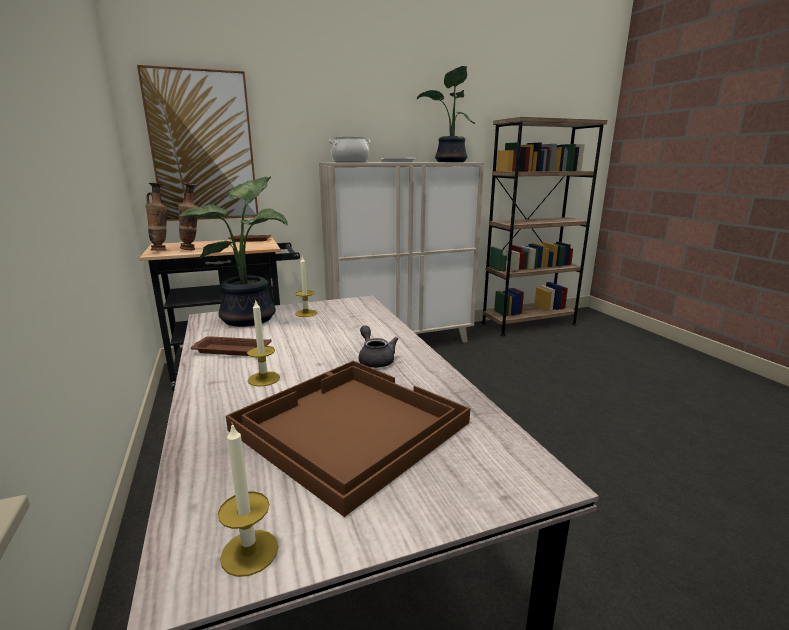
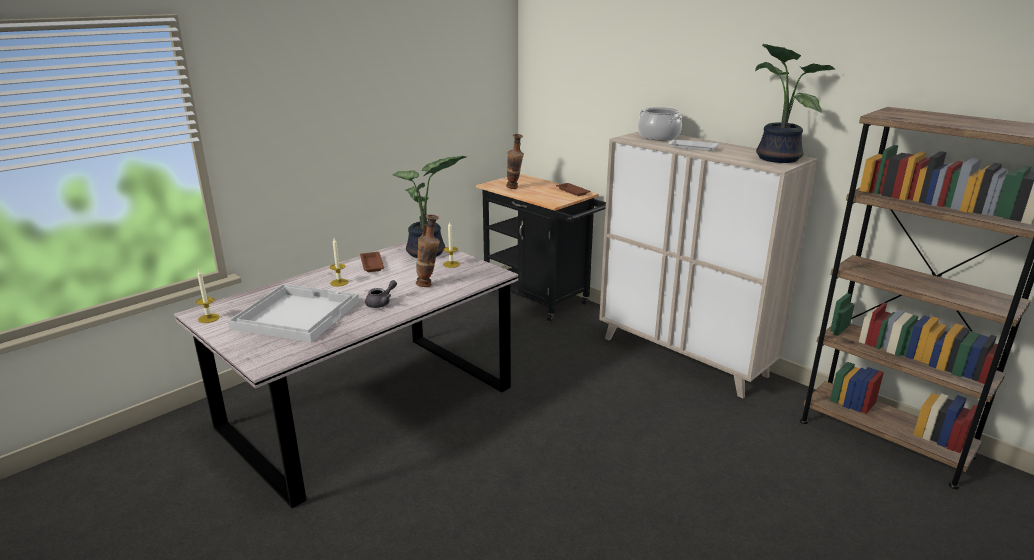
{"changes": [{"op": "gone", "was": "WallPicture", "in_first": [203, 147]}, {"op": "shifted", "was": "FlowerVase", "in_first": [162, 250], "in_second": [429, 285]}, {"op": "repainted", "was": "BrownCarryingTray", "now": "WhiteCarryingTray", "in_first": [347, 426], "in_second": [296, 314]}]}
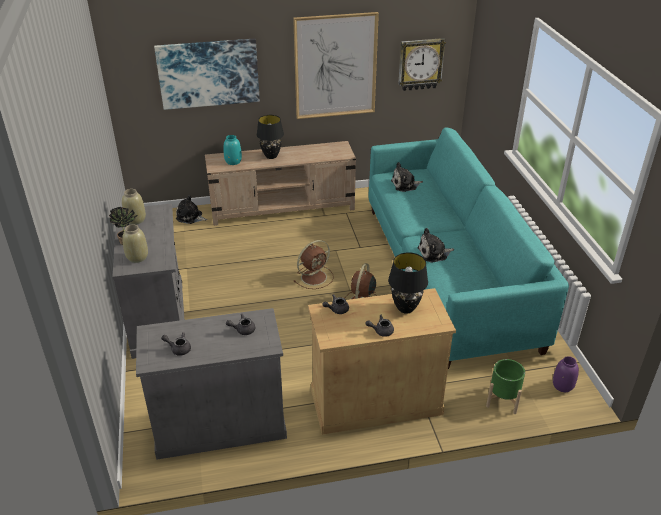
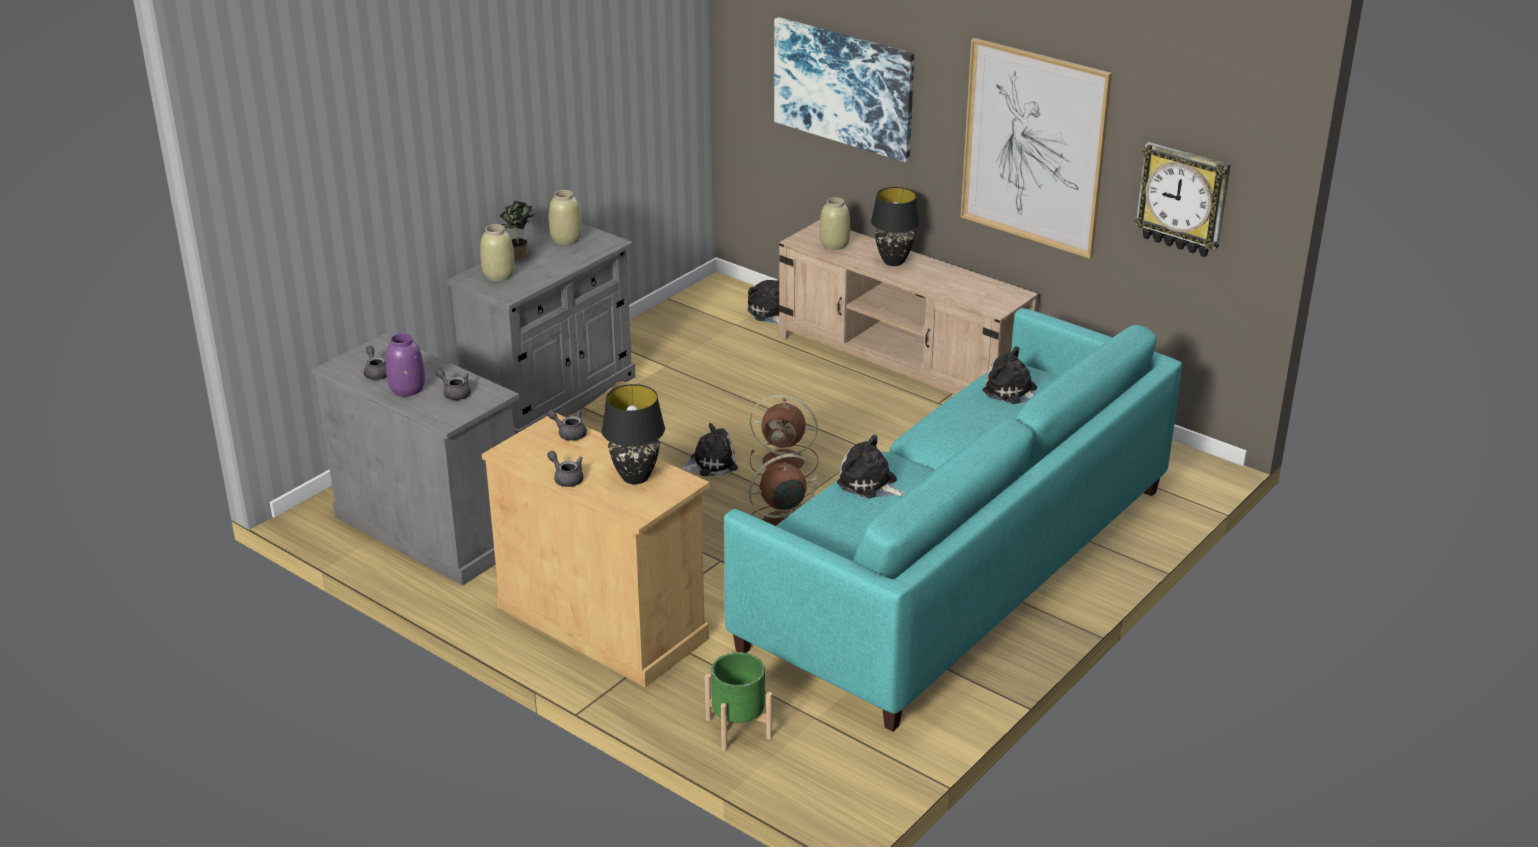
{"changes": [{"op": "new", "now": "CuddlyToy", "in_second": [710, 463]}, {"op": "shifted", "was": "PurplishFlowerVase", "in_first": [563, 386], "in_second": [407, 389]}, {"op": "repainted", "was": "TurquoiseFlowerVase", "now": "BeigeColouredFlowerVase", "in_first": [233, 161], "in_second": [835, 244]}]}
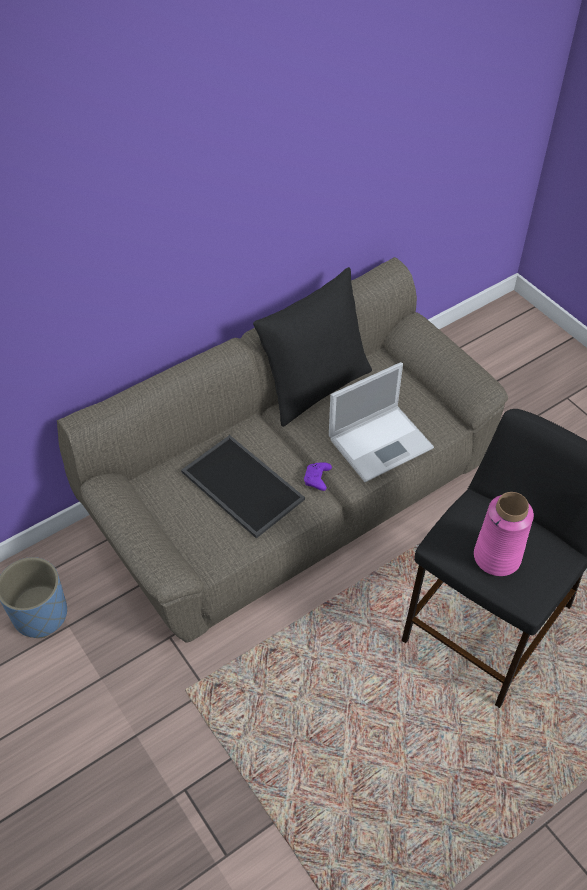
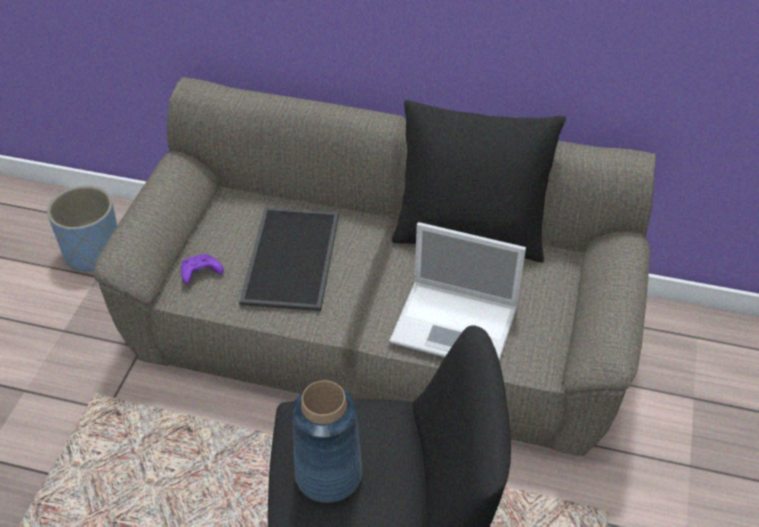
{"changes": [{"op": "shifted", "was": "PurplishGameController", "in_first": [317, 480], "in_second": [200, 273]}, {"op": "repainted", "was": "PinkColouredFlowerVase", "now": "BluishFlowerVase", "in_first": [497, 557], "in_second": [329, 475]}]}
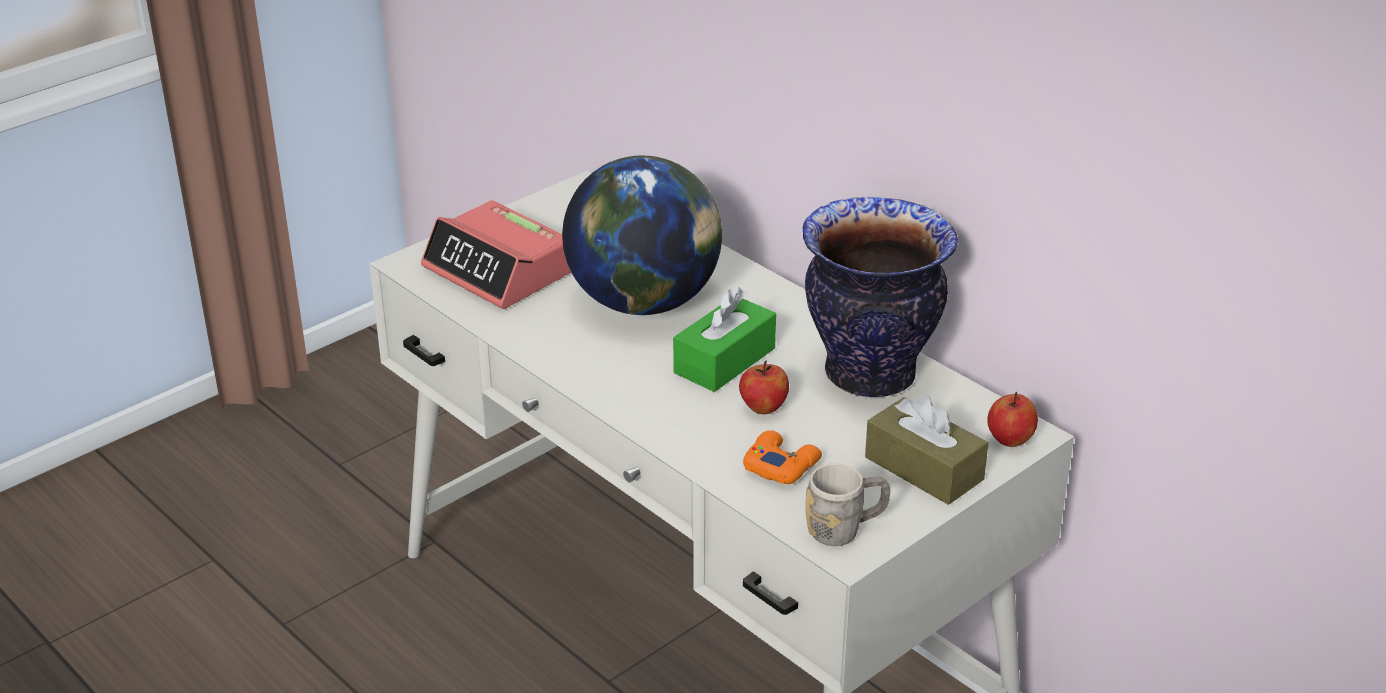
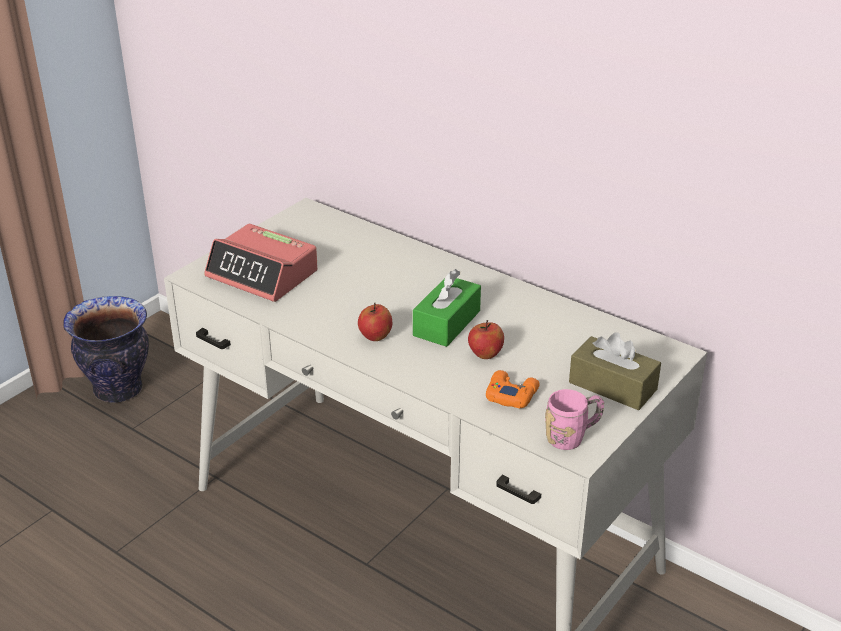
{"changes": [{"op": "gone", "was": "DeskGlobe", "in_first": [644, 302]}, {"op": "shifted", "was": "FlowerVase", "in_first": [871, 375], "in_second": [119, 389]}, {"op": "shifted", "was": "WholeApple", "in_first": [1010, 440], "in_second": [375, 336]}, {"op": "repainted", "was": "GrayCoffeeMug", "now": "PinkColouredCoffeeMug", "in_first": [845, 530], "in_second": [572, 437]}]}
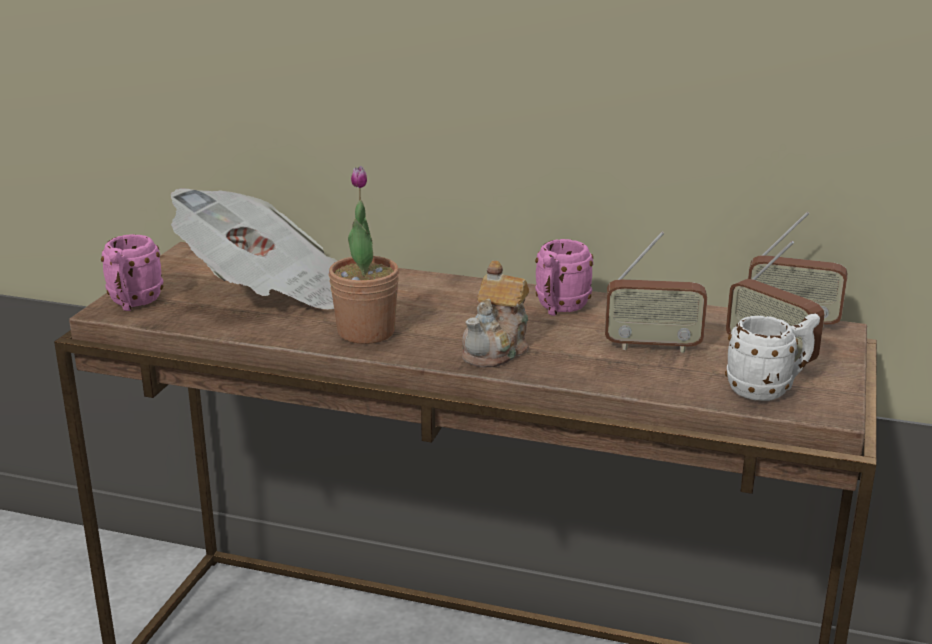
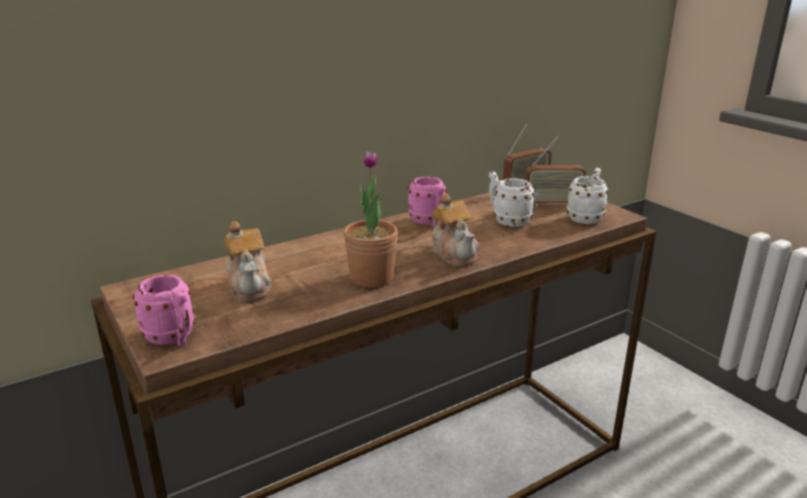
{"changes": [{"op": "swapped", "was": "PrintedPaper", "now": "PotForTea", "in_first": [264, 290], "in_second": [250, 286]}, {"op": "swapped", "was": "Radio", "now": "WhiteCoffeeMug", "in_first": [652, 346], "in_second": [507, 220]}]}
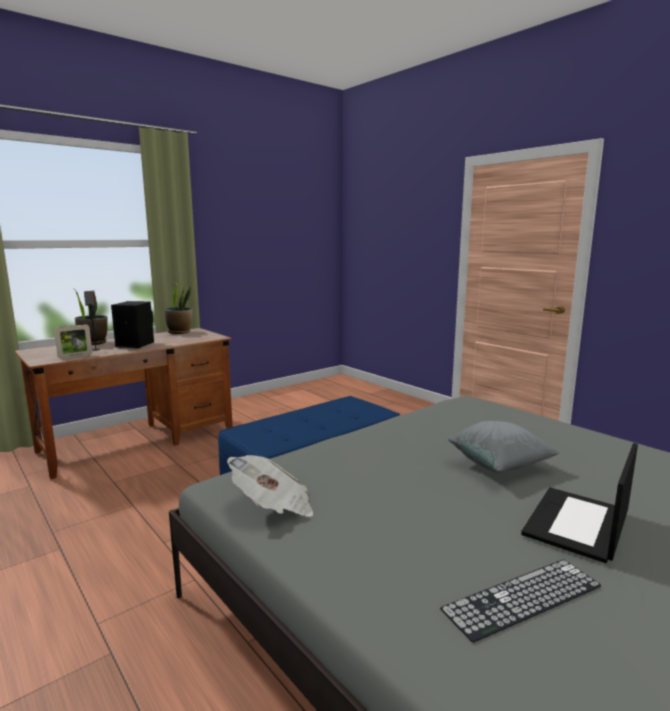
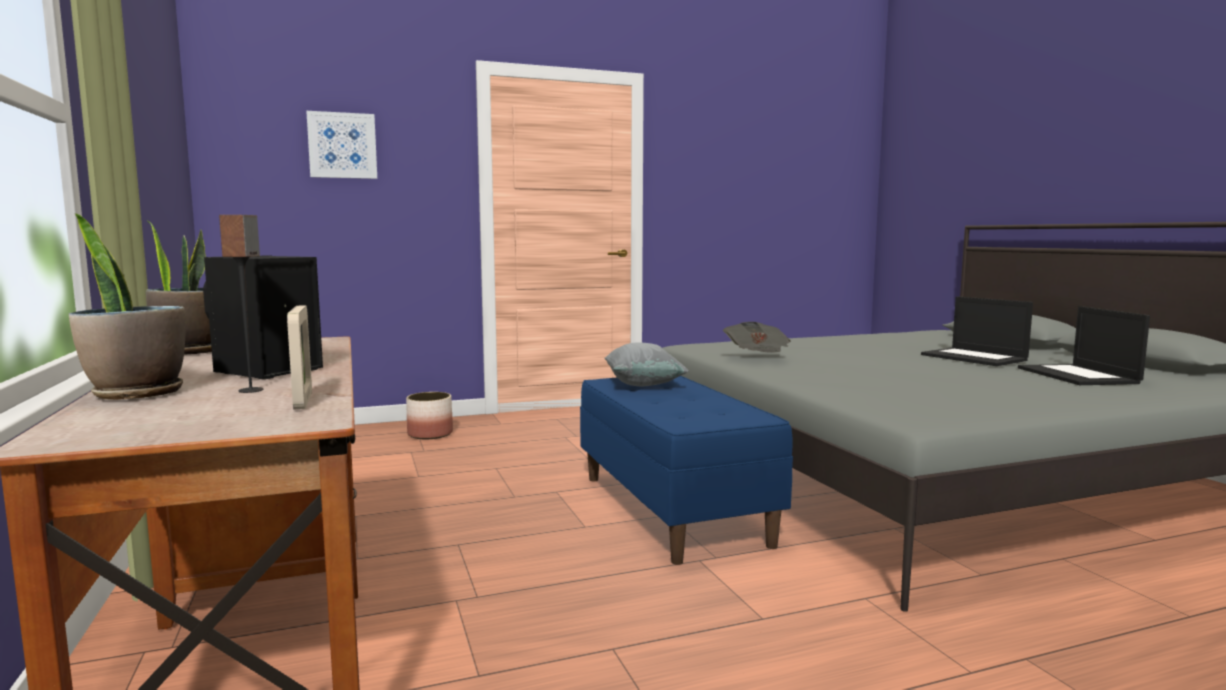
{"changes": [{"op": "new", "now": "WallPicture", "in_second": [342, 145]}, {"op": "new", "now": "PlantPot", "in_second": [430, 434]}, {"op": "shifted", "was": "PrintedPaper", "in_first": [273, 506], "in_second": [757, 356]}, {"op": "shifted", "was": "GrayCushion", "in_first": [499, 466], "in_second": [643, 384]}, {"op": "swapped", "was": "PcKeyboard", "now": "Laptop", "in_first": [523, 598], "in_second": [1079, 376]}]}
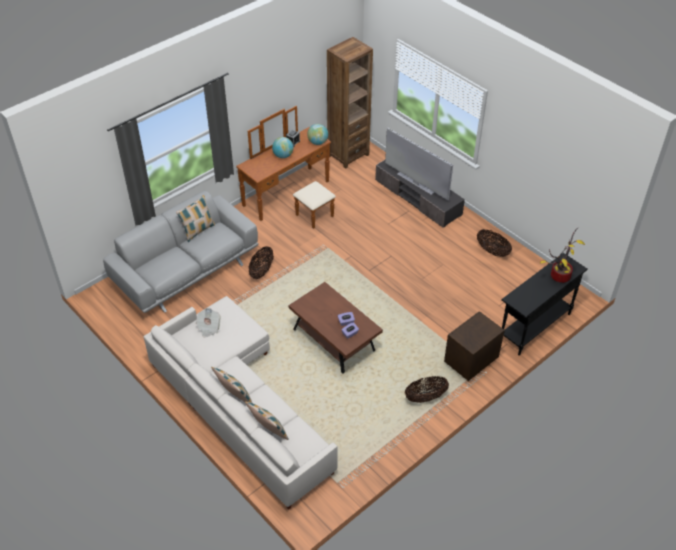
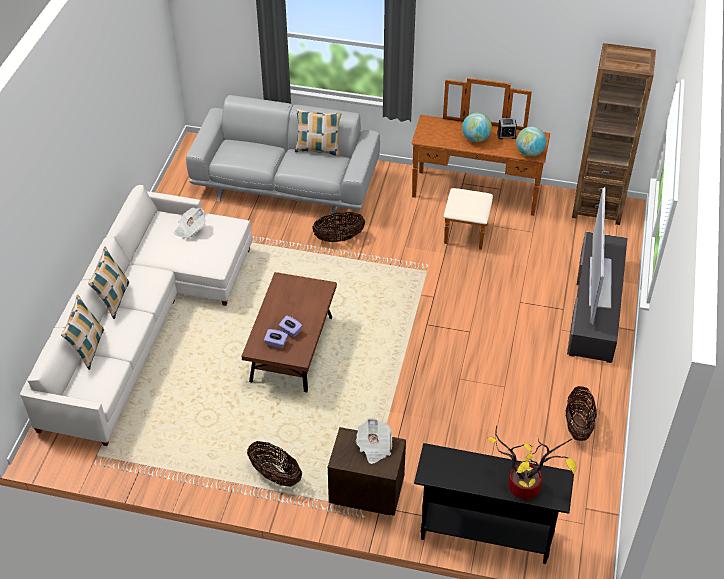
{"changes": [{"op": "new", "now": "PrintedPaper", "in_second": [374, 447]}]}
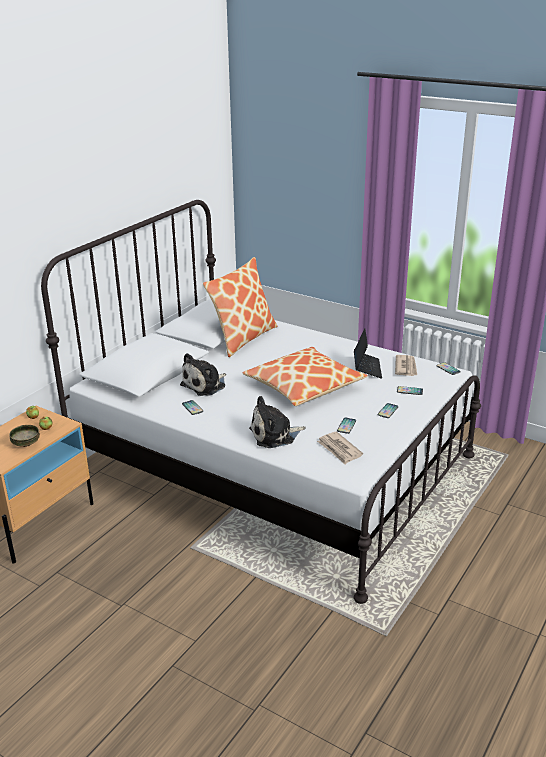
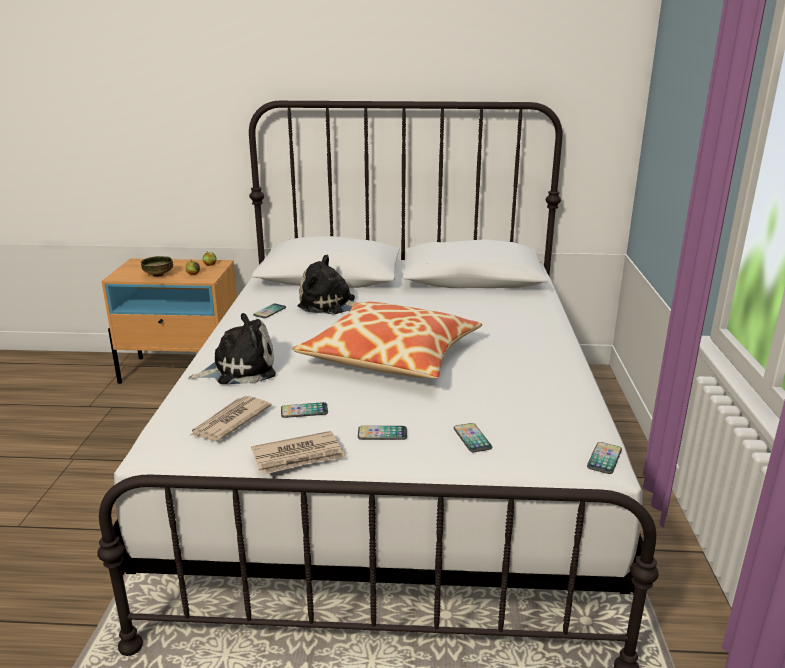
{"changes": [{"op": "gone", "was": "Cushion", "in_first": [243, 338]}, {"op": "gone", "was": "Laptop", "in_first": [367, 368]}, {"op": "shifted", "was": "PrintedPaper", "in_first": [406, 367], "in_second": [299, 456]}, {"op": "rotated", "was": "CuddlyToy", "in_first": [275, 435], "in_second": [239, 369], "clockwise": 120}]}
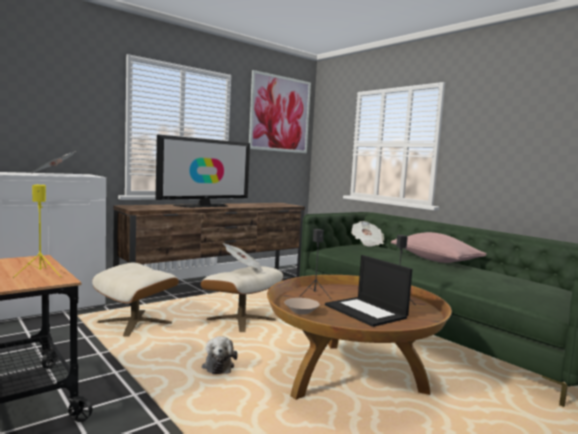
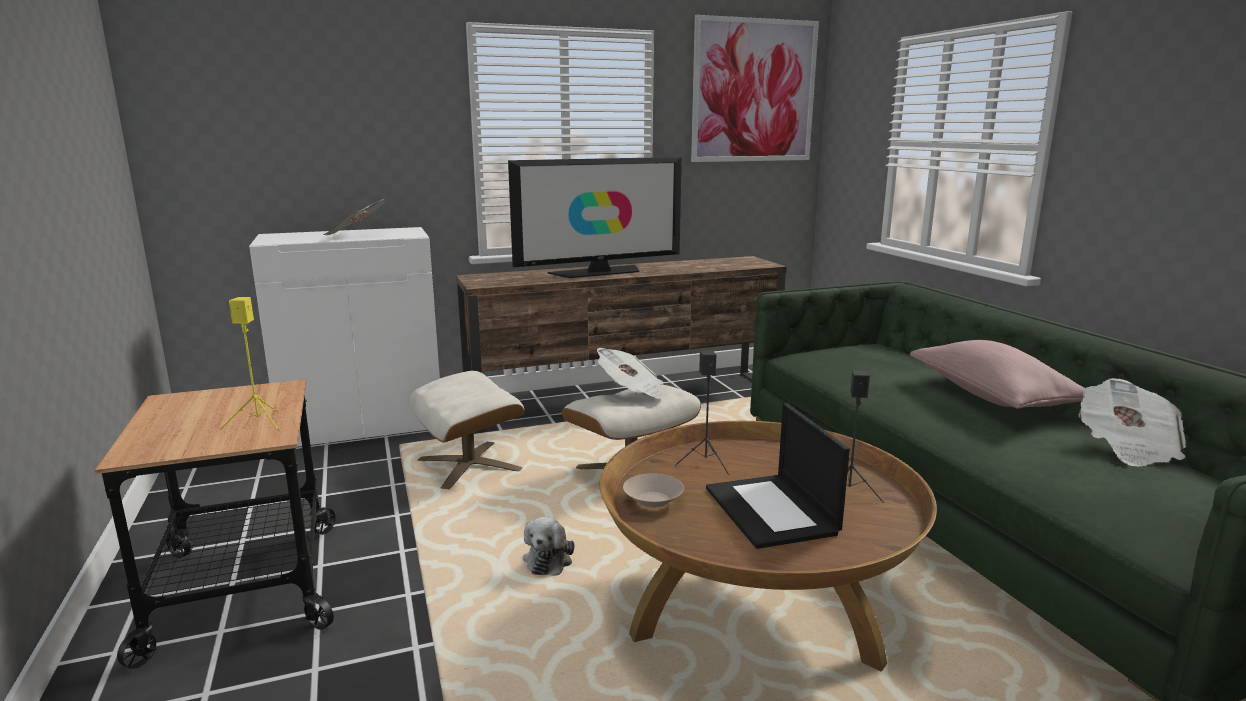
{"changes": [{"op": "shifted", "was": "PrintedPaper", "in_first": [367, 243], "in_second": [1126, 447]}]}
